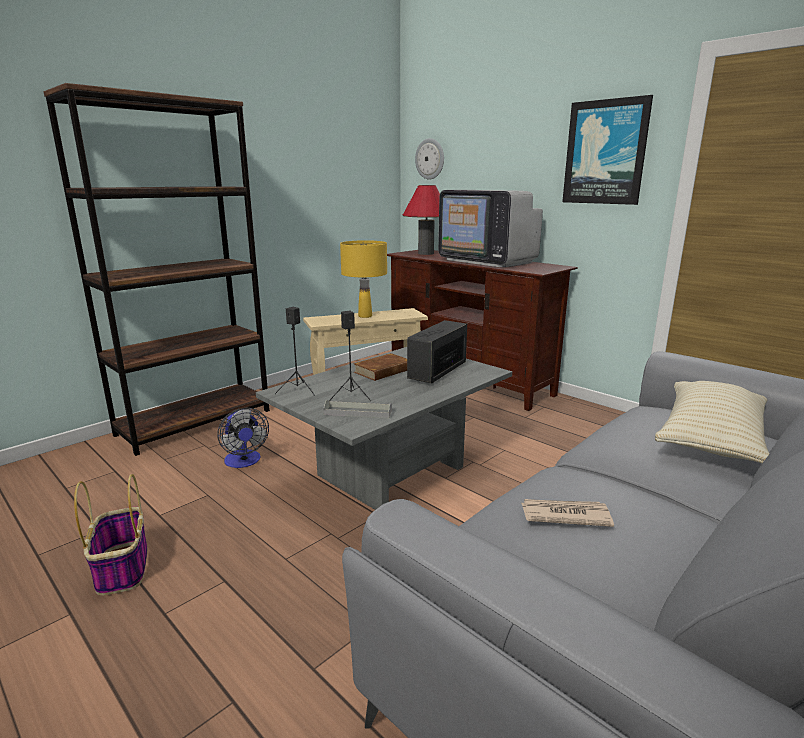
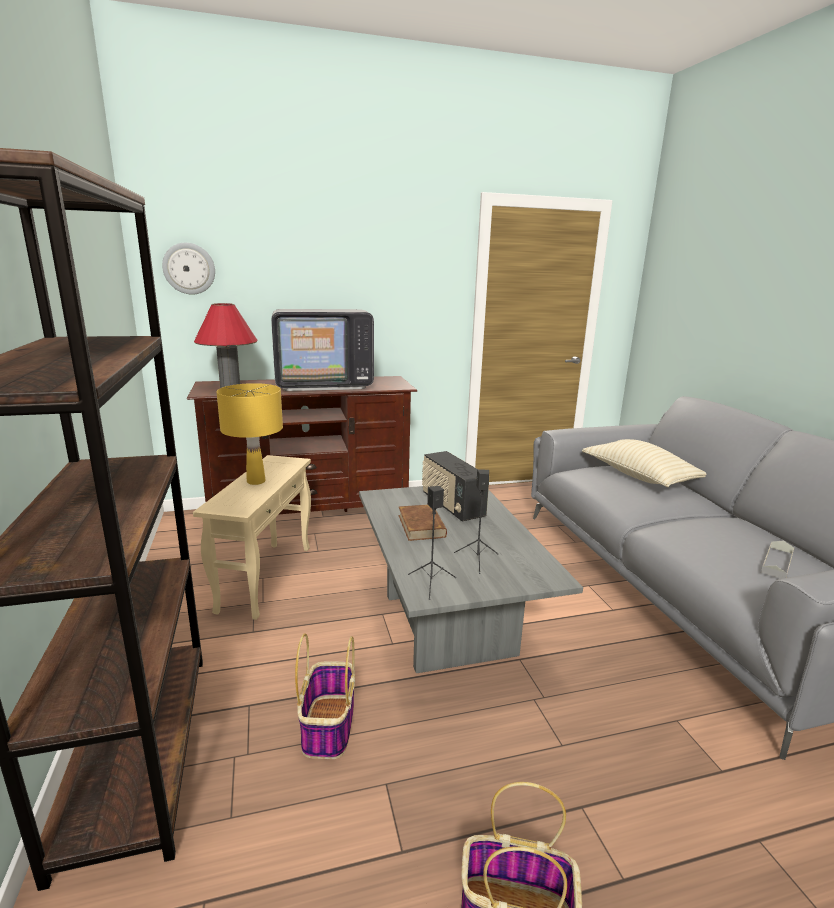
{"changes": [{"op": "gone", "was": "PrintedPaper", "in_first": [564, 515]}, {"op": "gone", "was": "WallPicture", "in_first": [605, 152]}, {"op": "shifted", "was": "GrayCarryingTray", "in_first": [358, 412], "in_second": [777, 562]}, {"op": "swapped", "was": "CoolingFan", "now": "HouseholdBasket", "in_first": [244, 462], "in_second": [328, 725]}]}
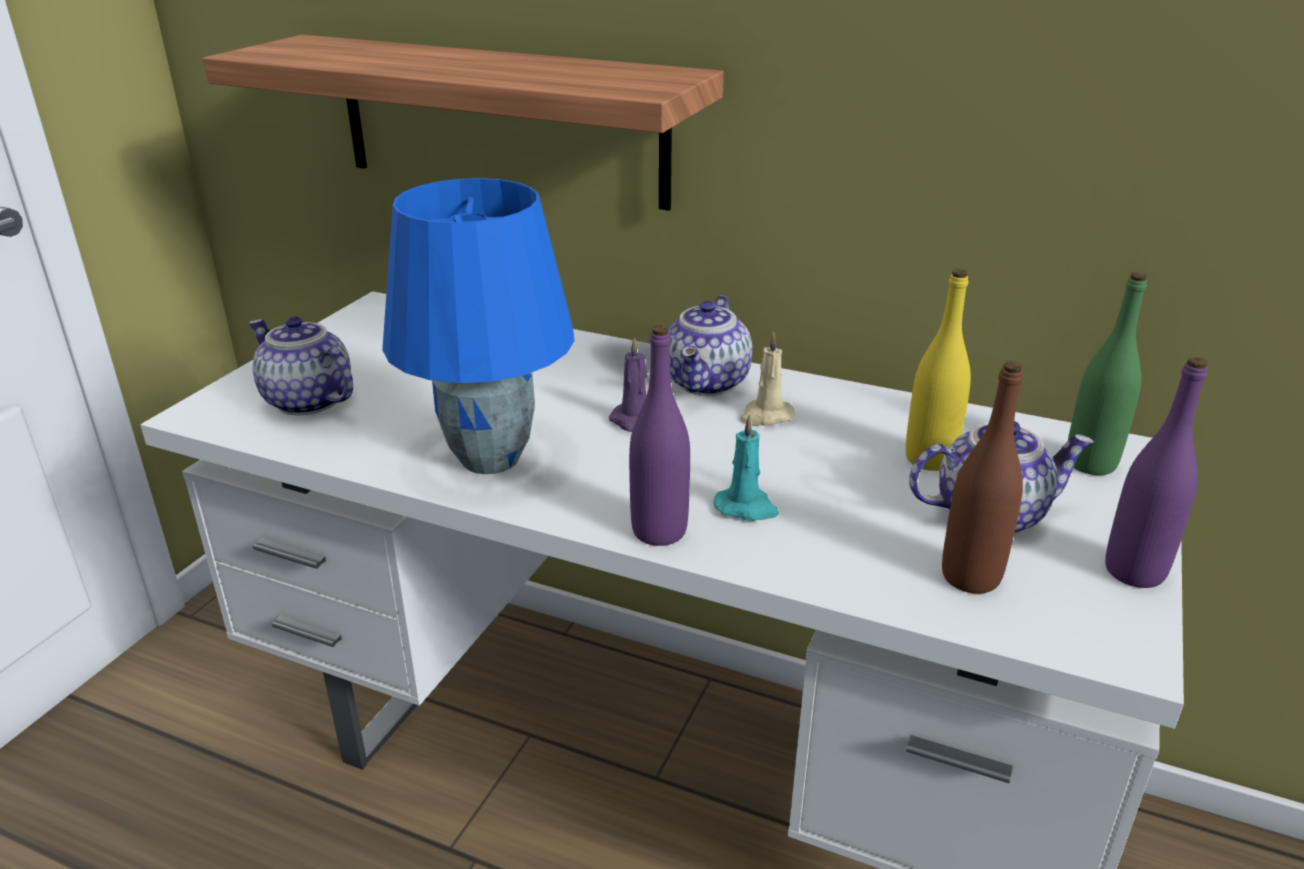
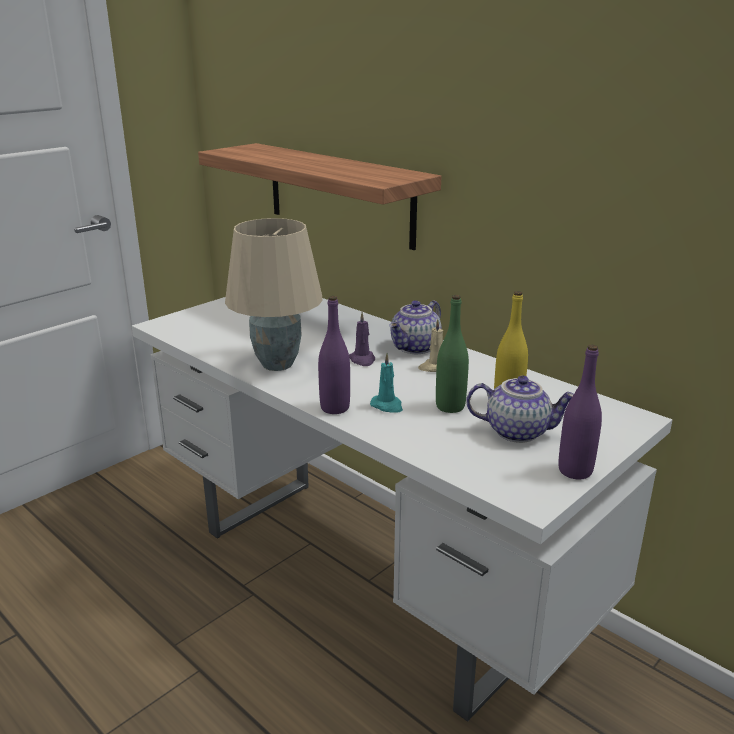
{"changes": [{"op": "gone", "was": "PotForTea", "in_first": [305, 401]}, {"op": "gone", "was": "BrownBeverageBottle", "in_first": [970, 577]}, {"op": "shifted", "was": "GreenishBeverageBottle", "in_first": [1090, 463], "in_second": [450, 406]}, {"op": "repainted", "was": "BluishTableLamp", "now": "BeigeColouredTableLamp", "in_first": [493, 459], "in_second": [278, 364]}]}
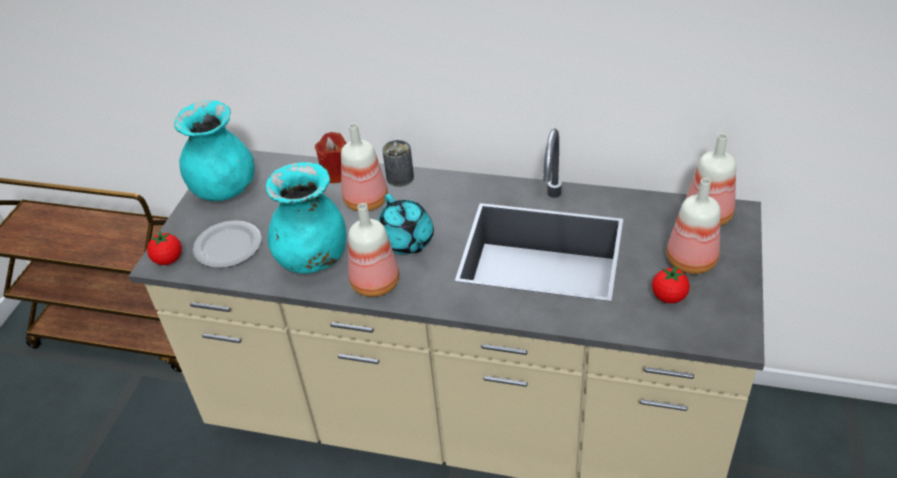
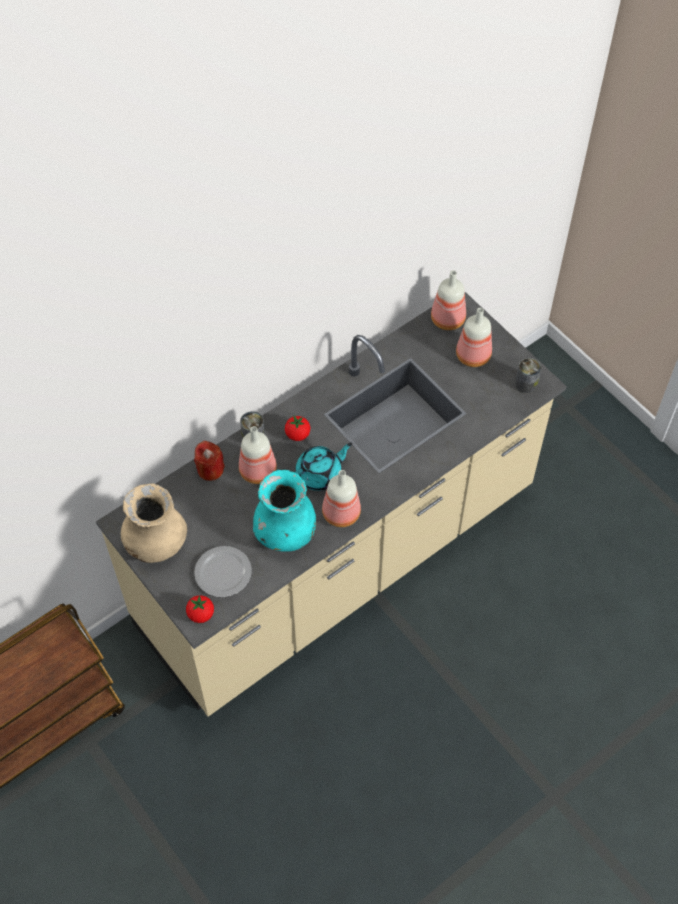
{"changes": [{"op": "new", "now": "SealedCan", "in_second": [526, 384]}, {"op": "shifted", "was": "Tomato", "in_first": [668, 297], "in_second": [297, 434]}, {"op": "repainted", "was": "TurquoiseFlowerVase", "now": "BeigeColouredFlowerVase", "in_first": [224, 190], "in_second": [156, 543]}, {"op": "rotated", "was": "TurquoisePotForTea", "in_first": [406, 241], "in_second": [320, 474], "clockwise": -45}]}
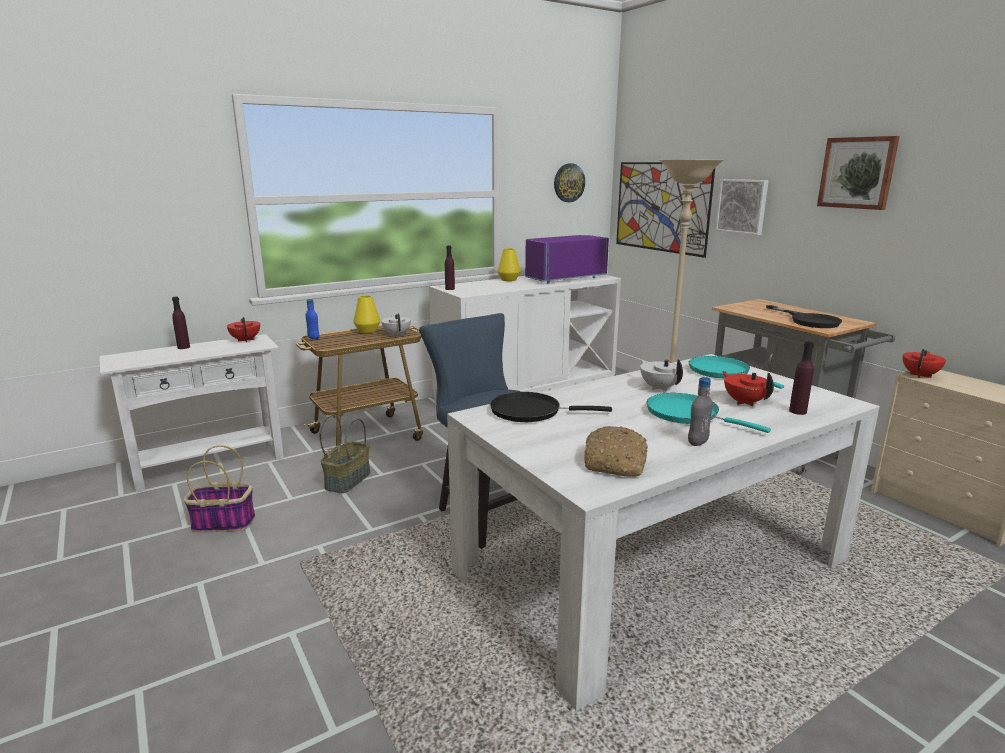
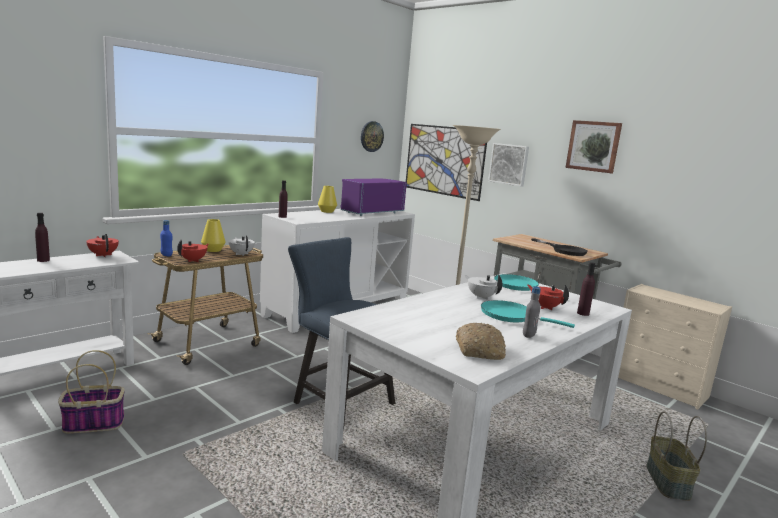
{"changes": [{"op": "gone", "was": "BlackishPan", "in_first": [531, 412]}, {"op": "shifted", "was": "HouseholdBasket", "in_first": [347, 480], "in_second": [666, 481]}, {"op": "shifted", "was": "RedColouredPotForTea", "in_first": [920, 375], "in_second": [193, 260]}]}
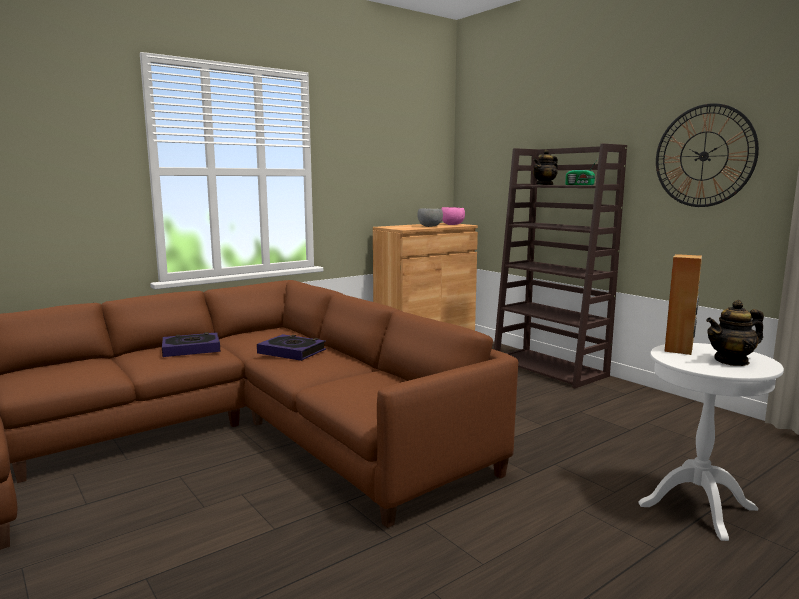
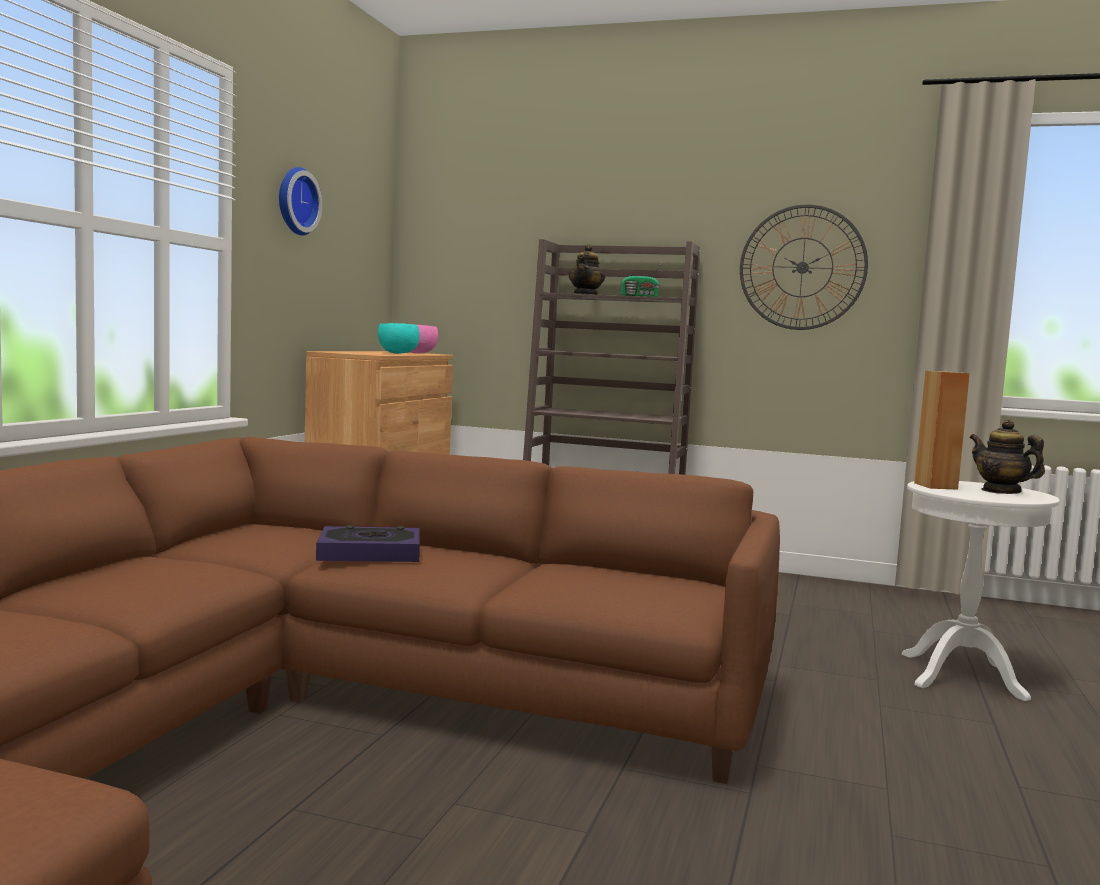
{"changes": [{"op": "gone", "was": "Book", "in_first": [191, 349]}, {"op": "new", "now": "ClockOnTheWall", "in_second": [295, 201]}, {"op": "repainted", "was": "GrayBowl", "now": "TurquoiseBowl", "in_first": [429, 226], "in_second": [397, 353]}, {"op": "rotated", "was": "PotForTea", "in_first": [731, 361], "in_second": [1001, 491], "clockwise": 105}]}
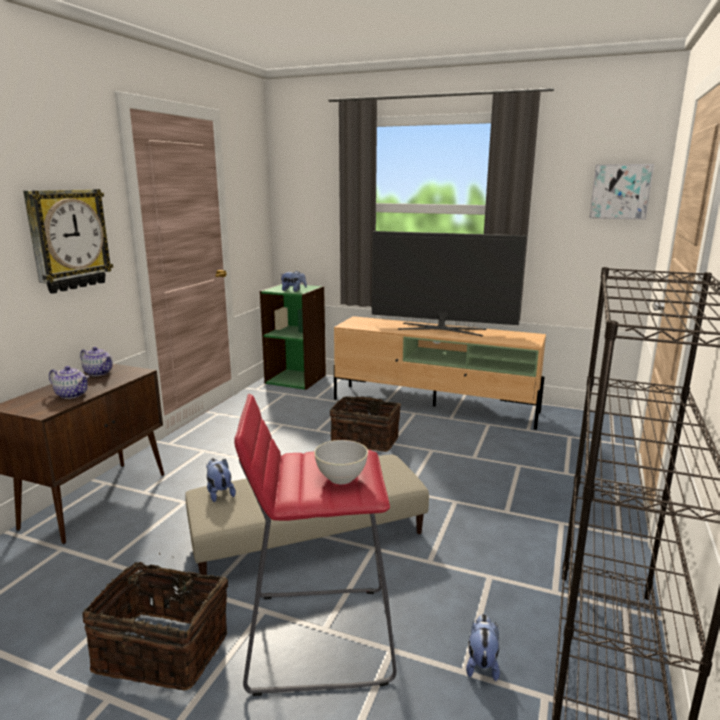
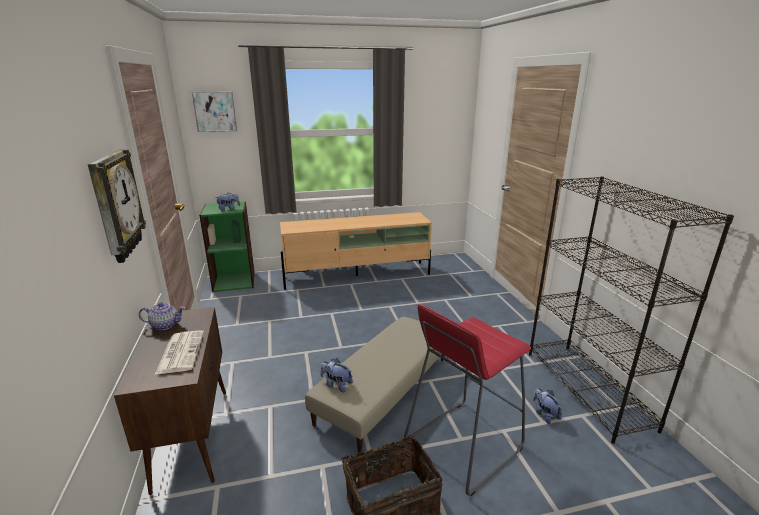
{"changes": [{"op": "gone", "was": "GrayBowl", "in_first": [341, 478]}, {"op": "gone", "was": "HouseholdBasket", "in_first": [365, 440]}, {"op": "gone", "was": "Tv", "in_first": [442, 329]}, {"op": "shifted", "was": "WallPicture", "in_first": [620, 191], "in_second": [215, 111]}, {"op": "swapped", "was": "PotForTea", "now": "PrintedPaper", "in_first": [72, 394], "in_second": [180, 352]}]}
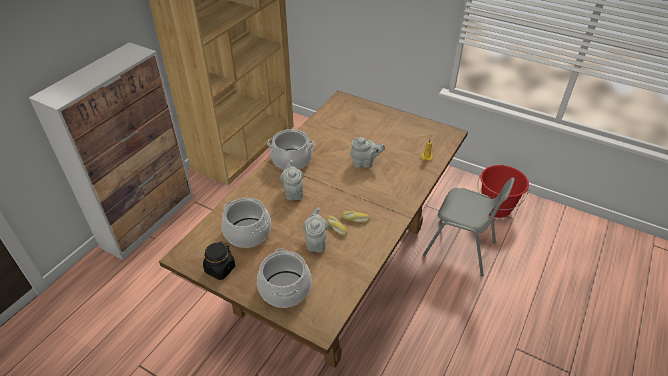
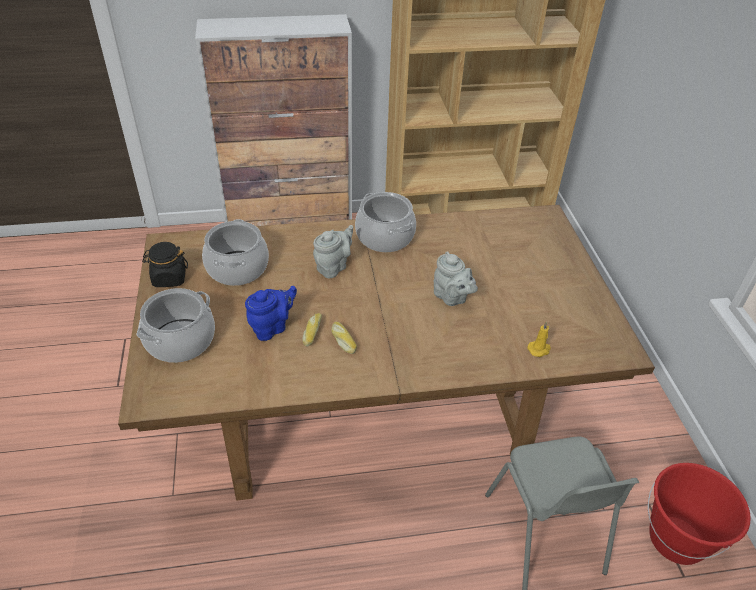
{"changes": [{"op": "repainted", "was": "GrayPotForTea", "now": "BluishPotForTea", "in_first": [316, 242], "in_second": [272, 327]}]}
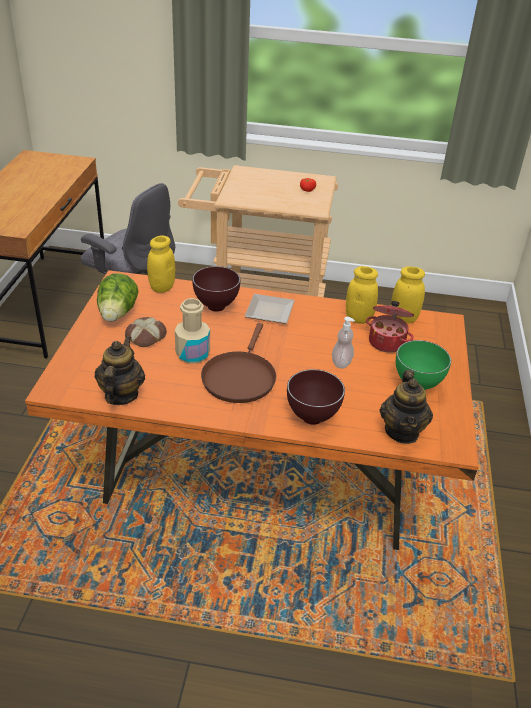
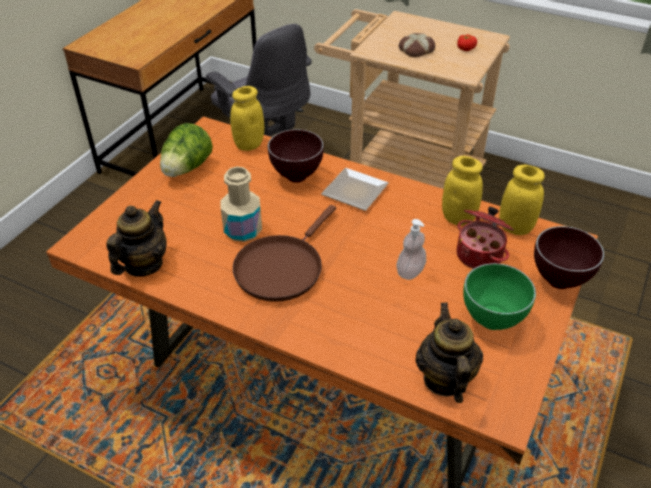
{"changes": [{"op": "shifted", "was": "BakedBread", "in_first": [145, 336], "in_second": [416, 49]}, {"op": "shifted", "was": "BrownBowl", "in_first": [311, 419], "in_second": [558, 282]}, {"op": "rotated", "was": "PotForTea", "in_first": [402, 431], "in_second": [444, 379], "clockwise": 150}]}
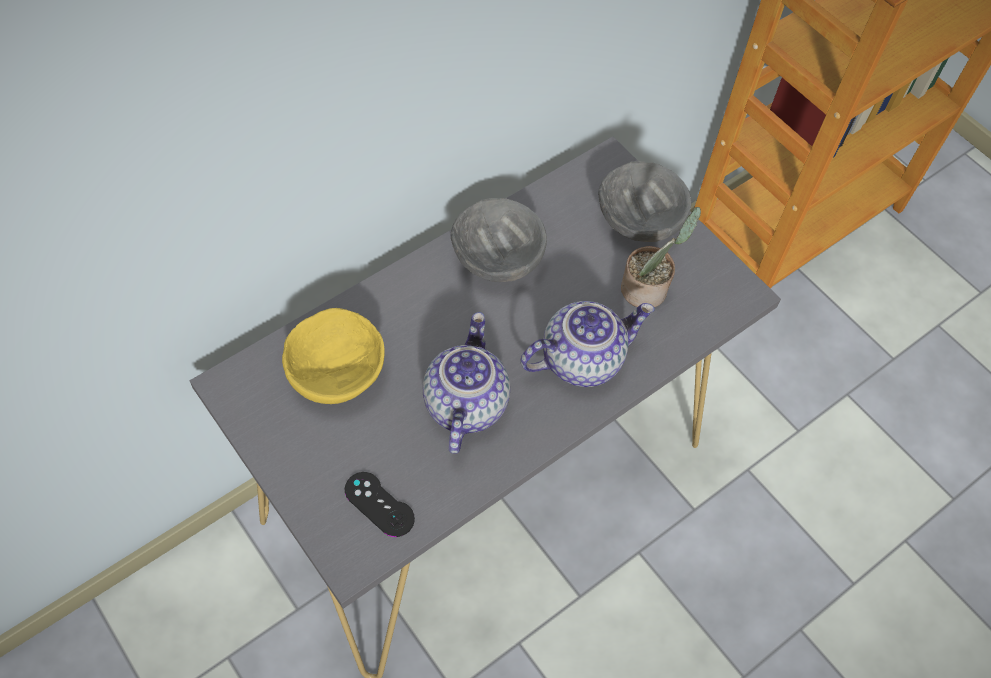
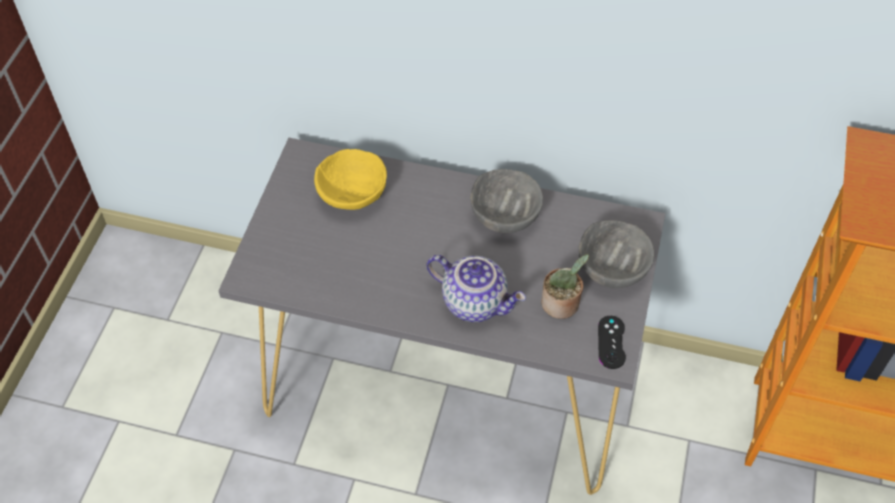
{"changes": [{"op": "gone", "was": "PotForTea", "in_first": [463, 403]}, {"op": "shifted", "was": "BlackishGameController", "in_first": [379, 504], "in_second": [611, 342]}]}
